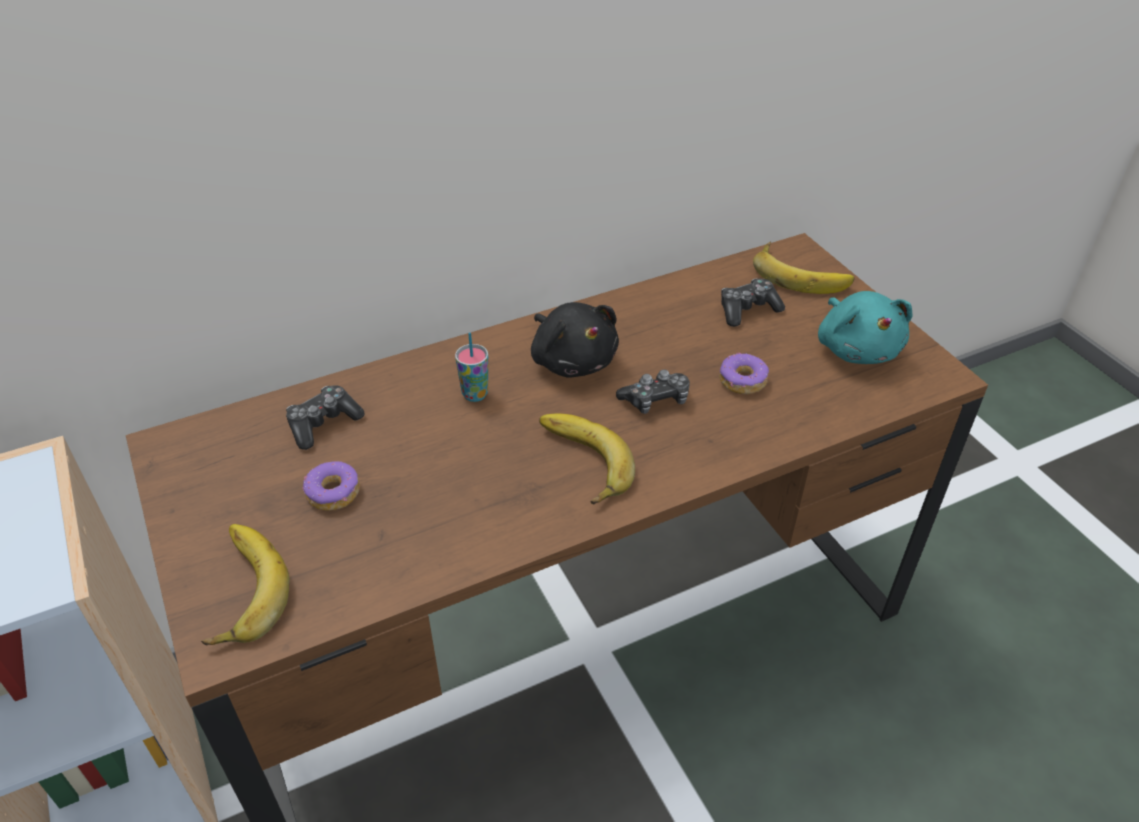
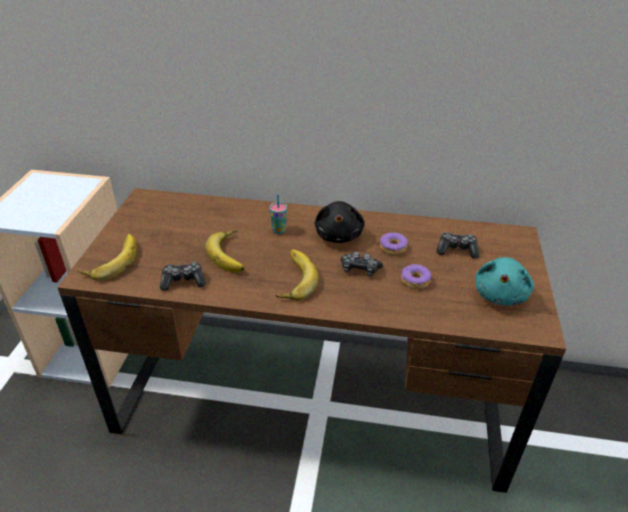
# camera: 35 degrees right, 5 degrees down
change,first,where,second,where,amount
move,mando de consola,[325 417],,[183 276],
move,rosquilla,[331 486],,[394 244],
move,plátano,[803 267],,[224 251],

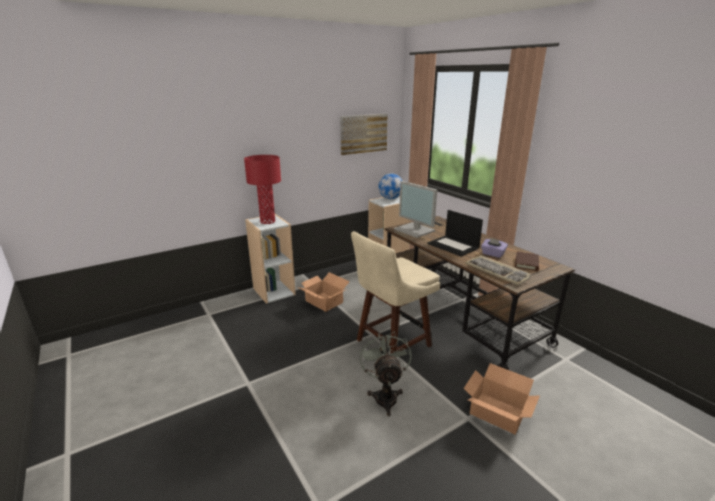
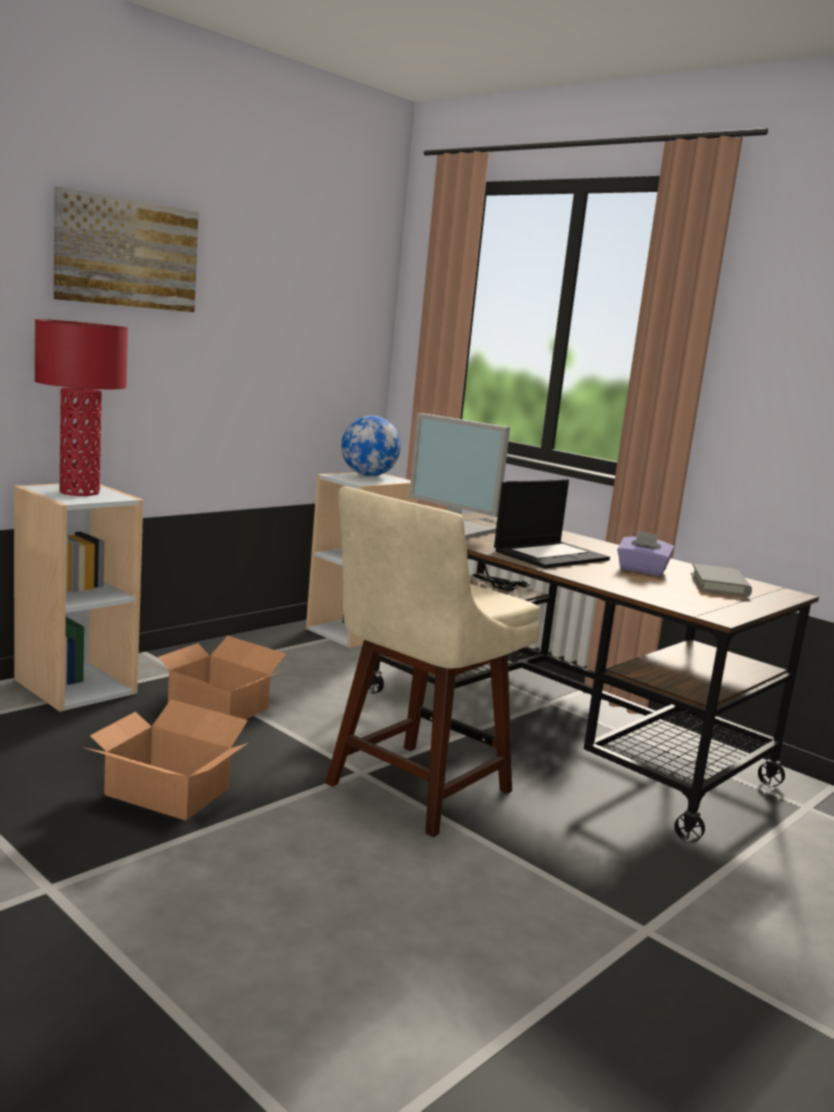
# camera: 15 degrees left, 10 degrees down
change,first,where,second,where,amount
move,cuadro,[364 134],,[126 249],
delete,ventilador [gris],[385 373],,,
rotate,portátil,[455 233],,[552 523],75 degrees counterclockwise
move,caja de cartón,[502 398],,[166 760],
delete,teclado,[498 270],,,
recolor,libro [marrón],[527 261],libro [gris],[721 580],

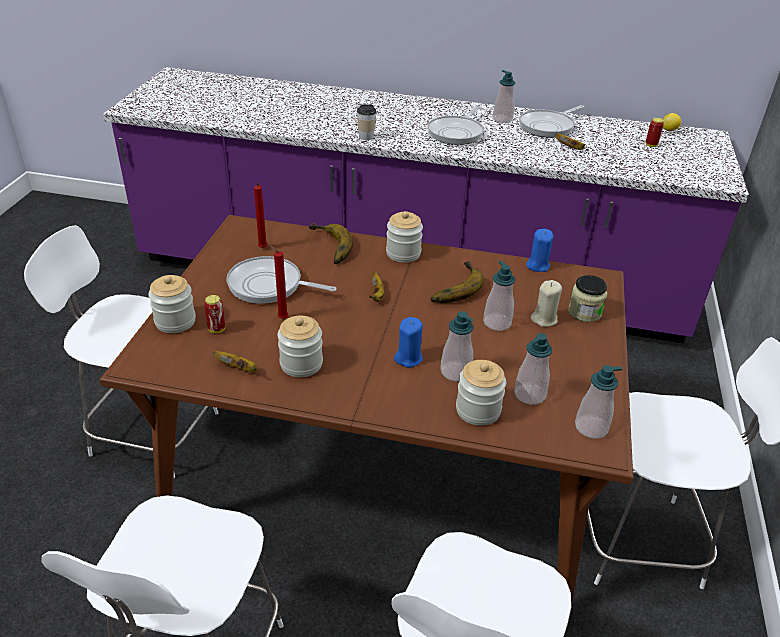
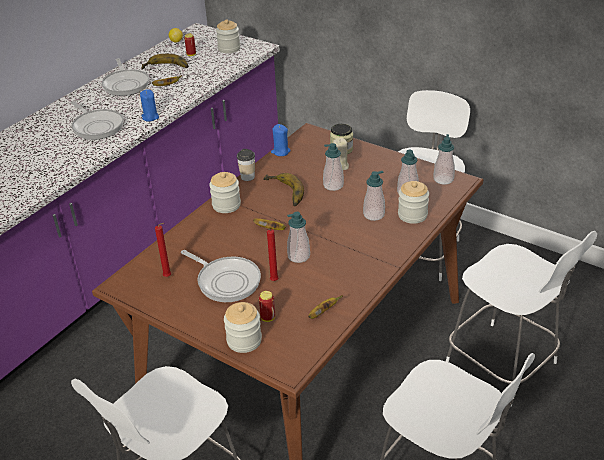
# camera: 65 degrees left, 0 degrees up
change,first,where,second,where,amount
rotate,sartén,[281 280],,[221 276],90 degrees counterclockwise
move,tarro,[300 346],,[228 36],
move,plátano,[331 243],,[164 61],
move,taza,[366 122],,[246 165],
move,vela [azul],[408 342],,[149 105],
move,dispensador de jabón,[504 96],,[298 237],

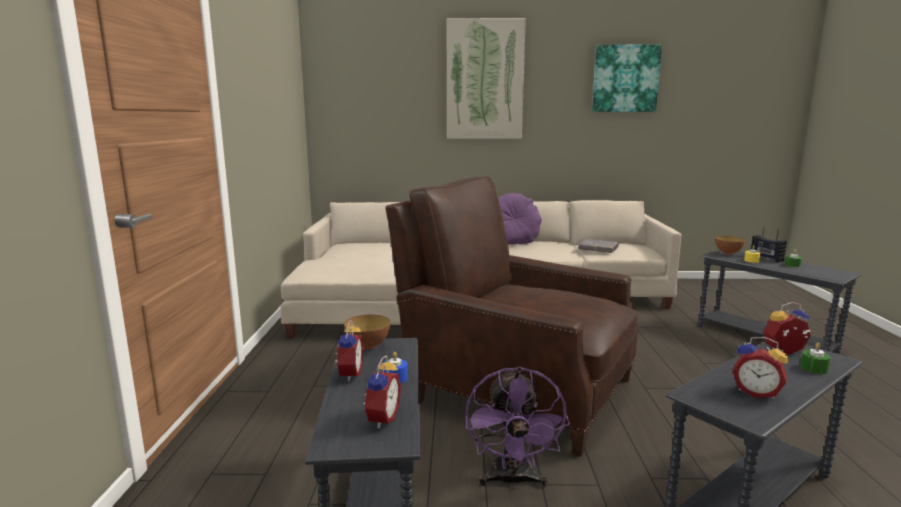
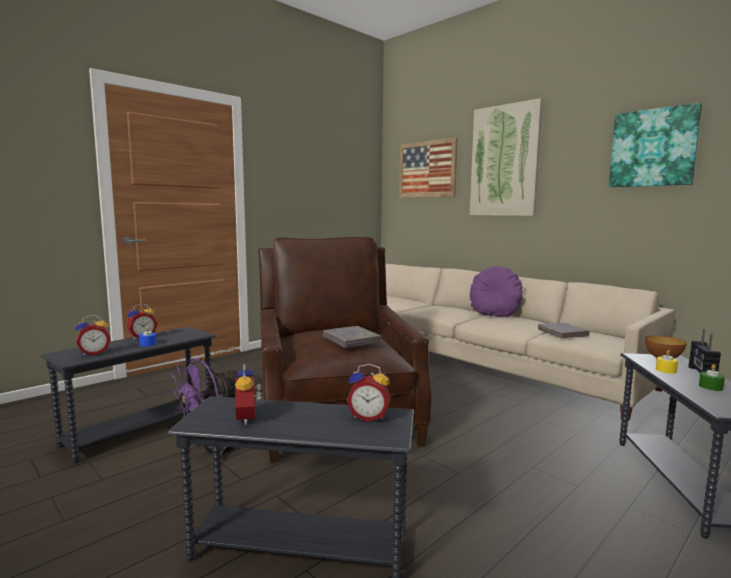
# camera: 45 degrees right, 5 degrees down
change,first,where,second,where,amount
delete,cuenco,[367 332],,,
rotate,despertador,[787 328],,[368 393],150 degrees clockwise
delete,vela [verde],[815 358],,,
insert,,,libro [gris],[352 337],
insert,,,cuadro,[428 167],

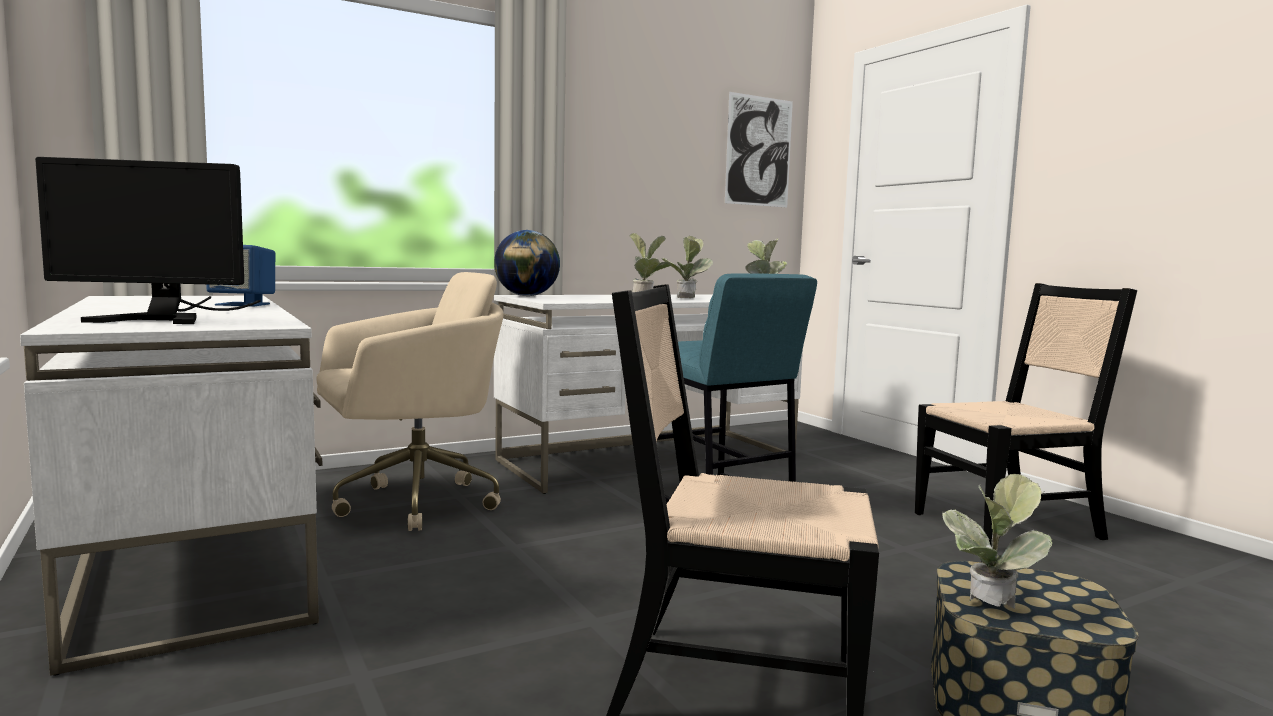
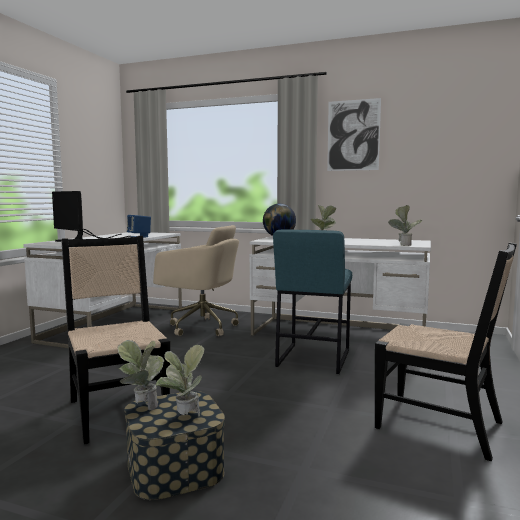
# camera: 50 degrees right, 0 degrees up
change,first,where,second,where,amount
move,planta en maceta,[687 267],,[180 381],
move,cuadro,[759 149],,[354 134],

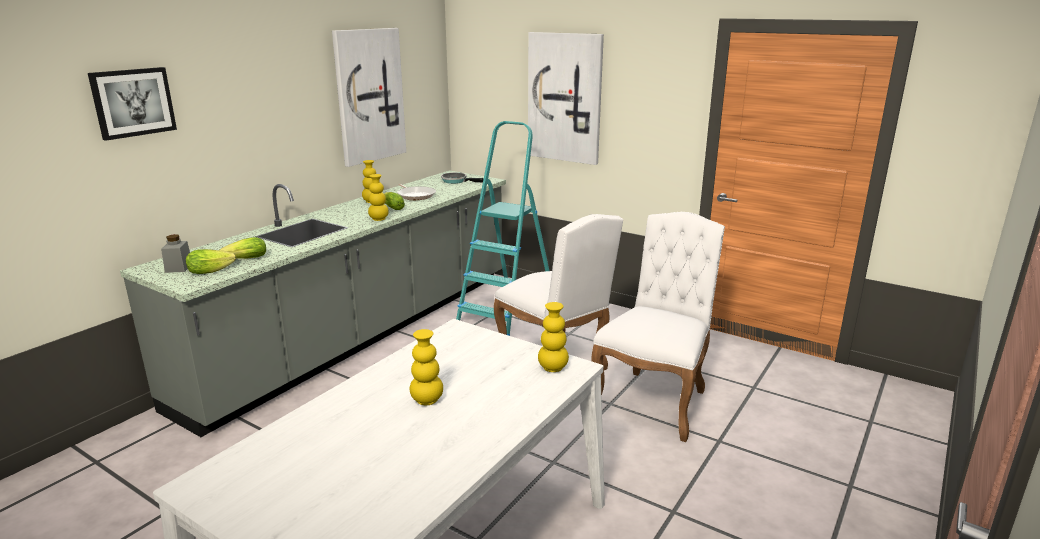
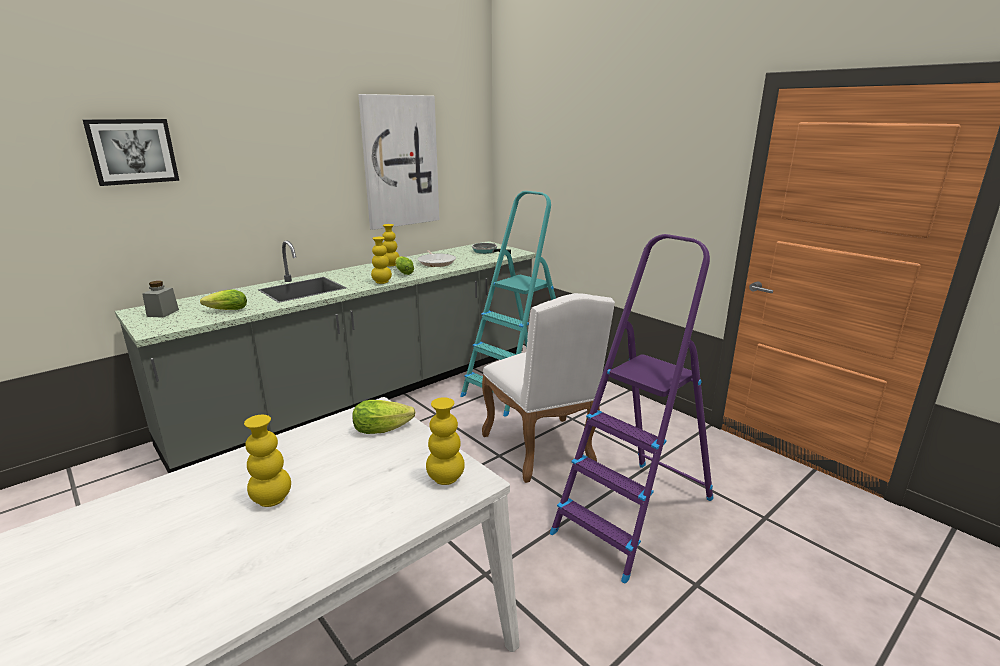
# camera: 15 degrees right, 0 degrees up
change,first,where,second,where,amount
move,lechuga,[211 261],,[383 417],
delete,cuadro,[566 98],,,
replace,silla [blanco],[658 327],escalera de tijera [morado],[631 408],

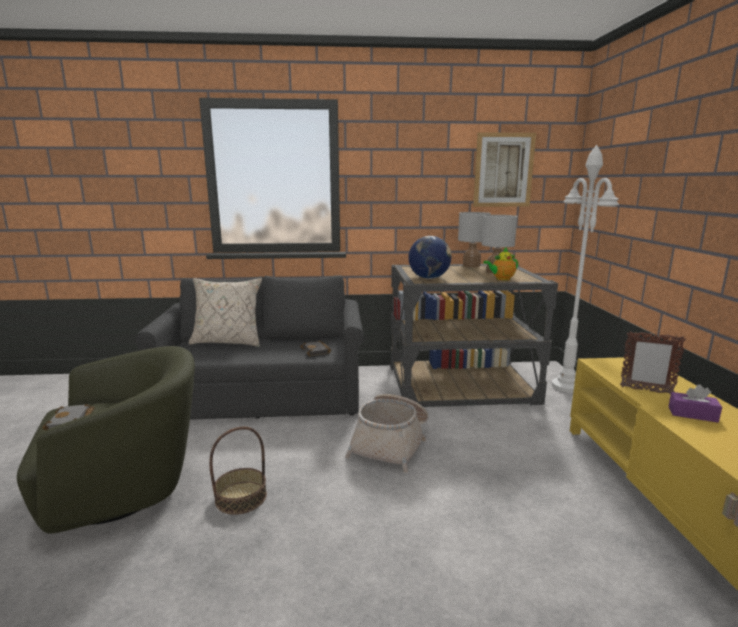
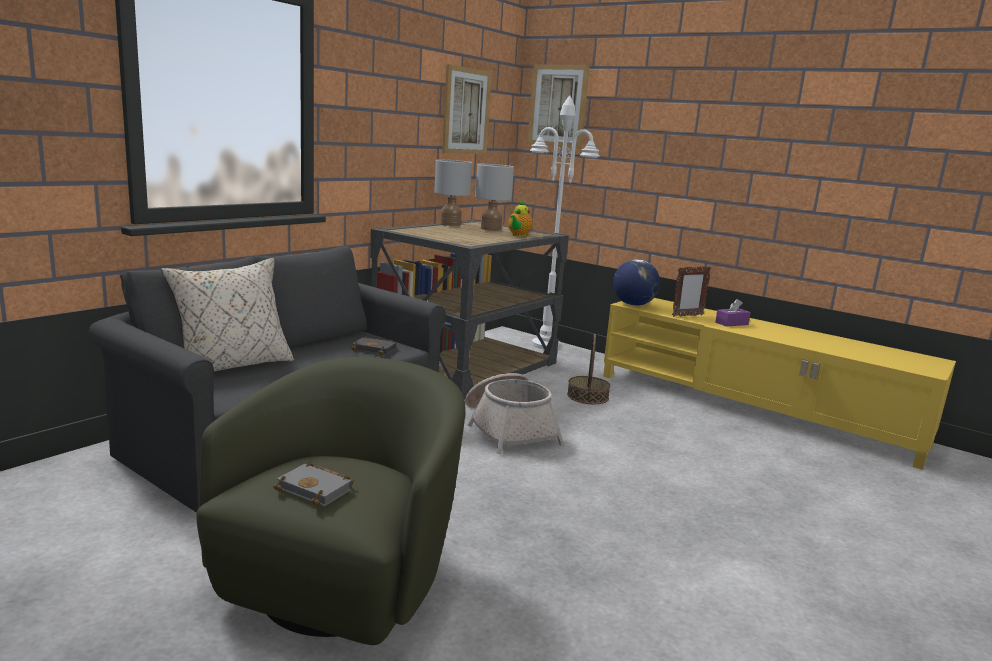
# camera: 50 degrees left, 0 degrees up
change,first,where,second,where,amount
move,cesta,[238 471],,[588 369],
move,globo terráqueo,[429 257],,[636 282],
insert,,,cuadro,[558 106],

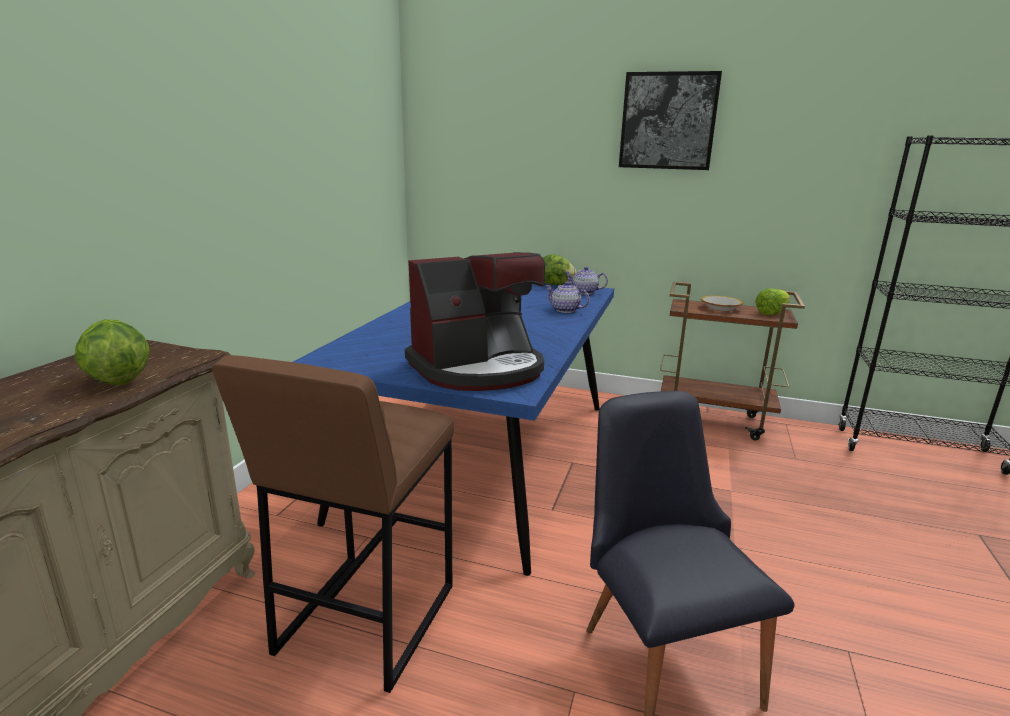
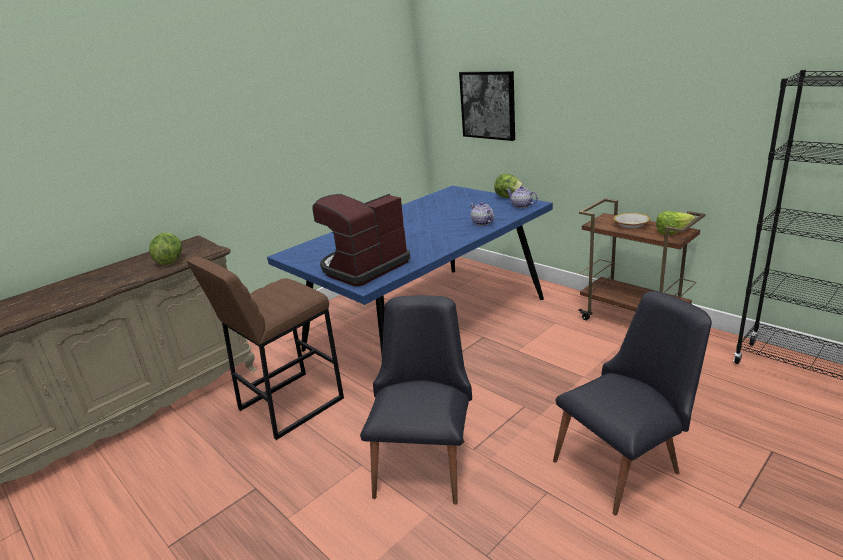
# camera: 30 degrees right, 5 degrees up
change,first,where,second,where,amount
rotate,cafetera,[475 321],,[361 240],135 degrees clockwise
move,cuadro,[670 120],,[487 106],
insert,,,silla [negro],[632 403],

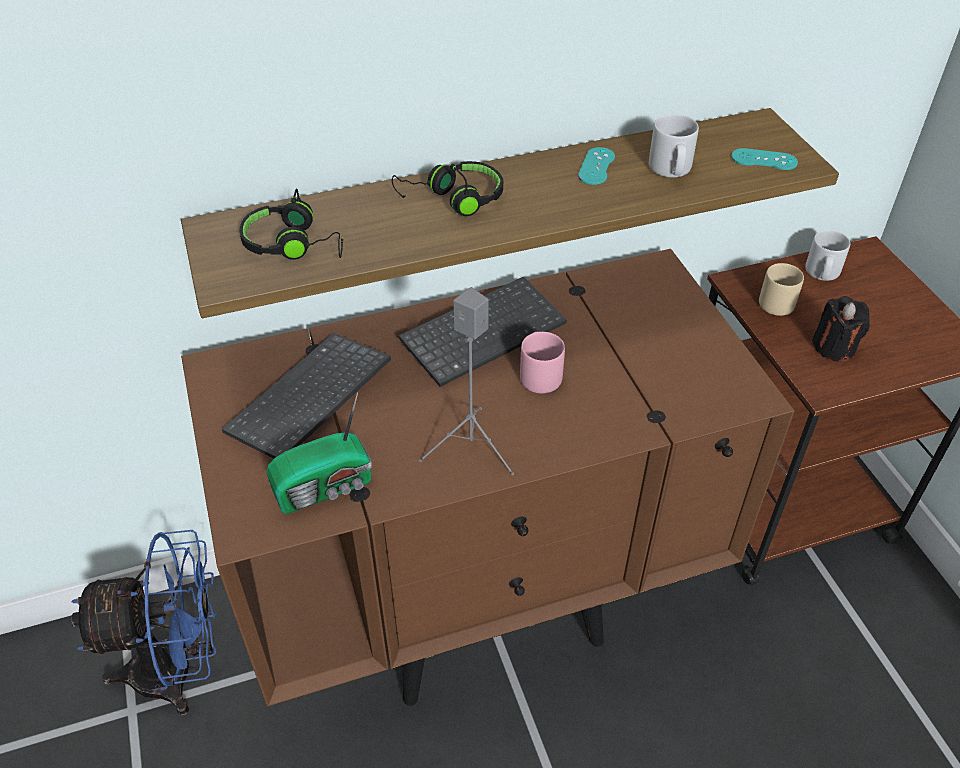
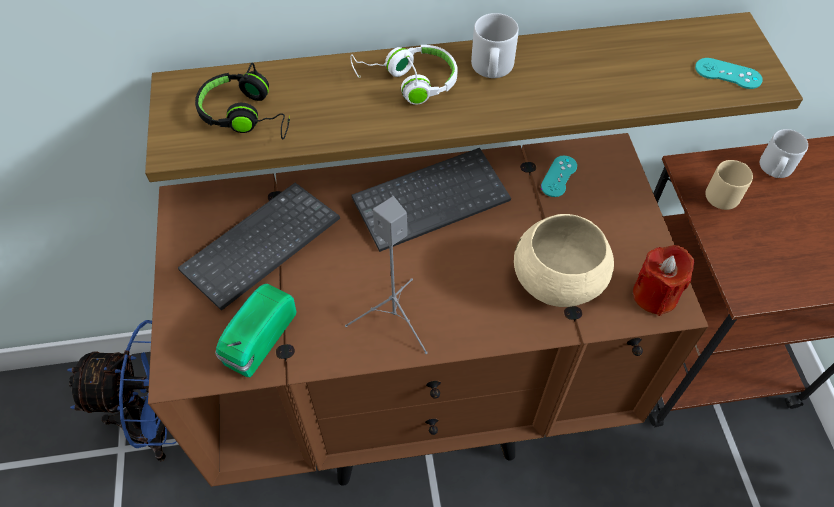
# camera: 10 degrees right, 10 degrees up
change,first,where,second,where,amount
rotate,radio,[319 453],,[256 330],135 degrees clockwise
recolor,auriculares [negro],[447 188],auriculares [blanco],[404 75],
delete,taza grande [rosa],[542 362],,,
move,mando de consola [turquesa],[596 166],,[559 176],
move,taza grande [gris],[674 146],,[495 45],
delete,vela [negro],[841 329],,,
insert,,,cuenco [beis],[564 260],
insert,,,vela [rojo],[664 280],

